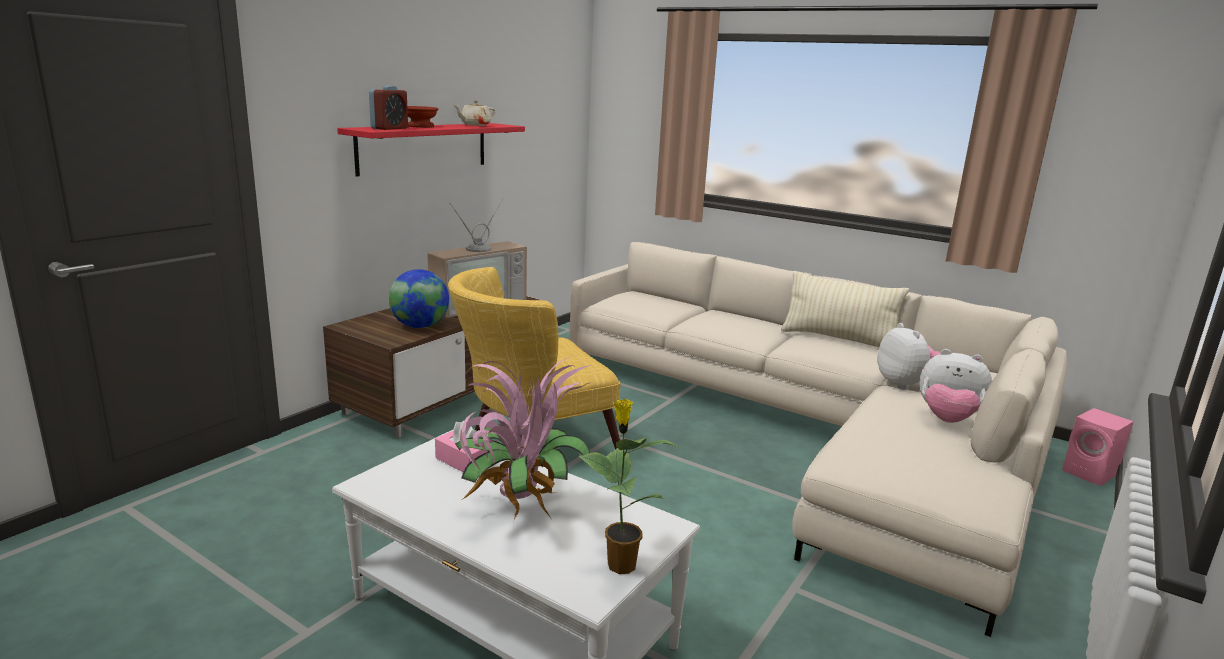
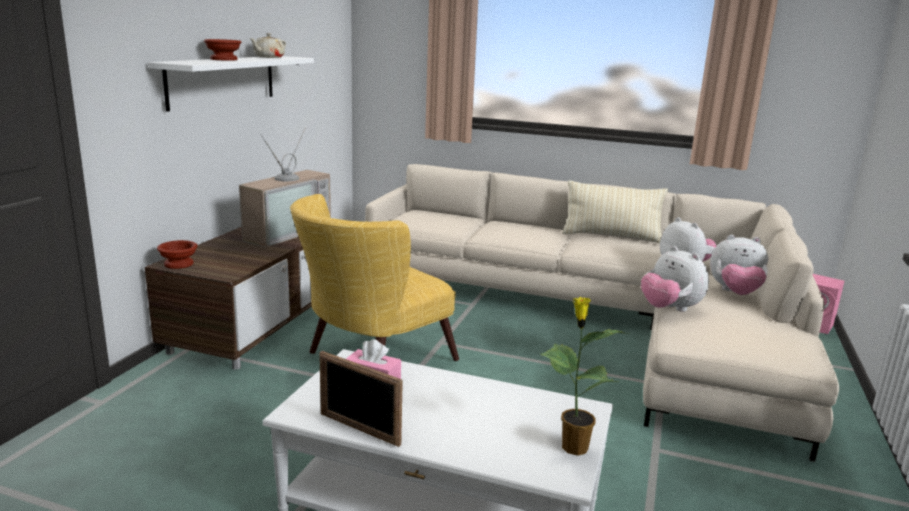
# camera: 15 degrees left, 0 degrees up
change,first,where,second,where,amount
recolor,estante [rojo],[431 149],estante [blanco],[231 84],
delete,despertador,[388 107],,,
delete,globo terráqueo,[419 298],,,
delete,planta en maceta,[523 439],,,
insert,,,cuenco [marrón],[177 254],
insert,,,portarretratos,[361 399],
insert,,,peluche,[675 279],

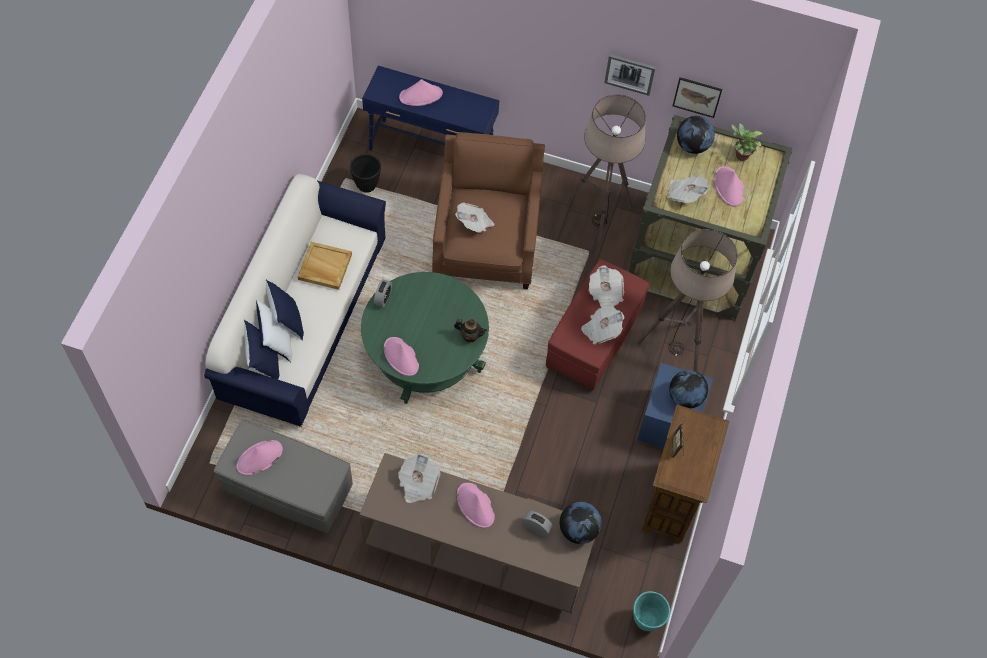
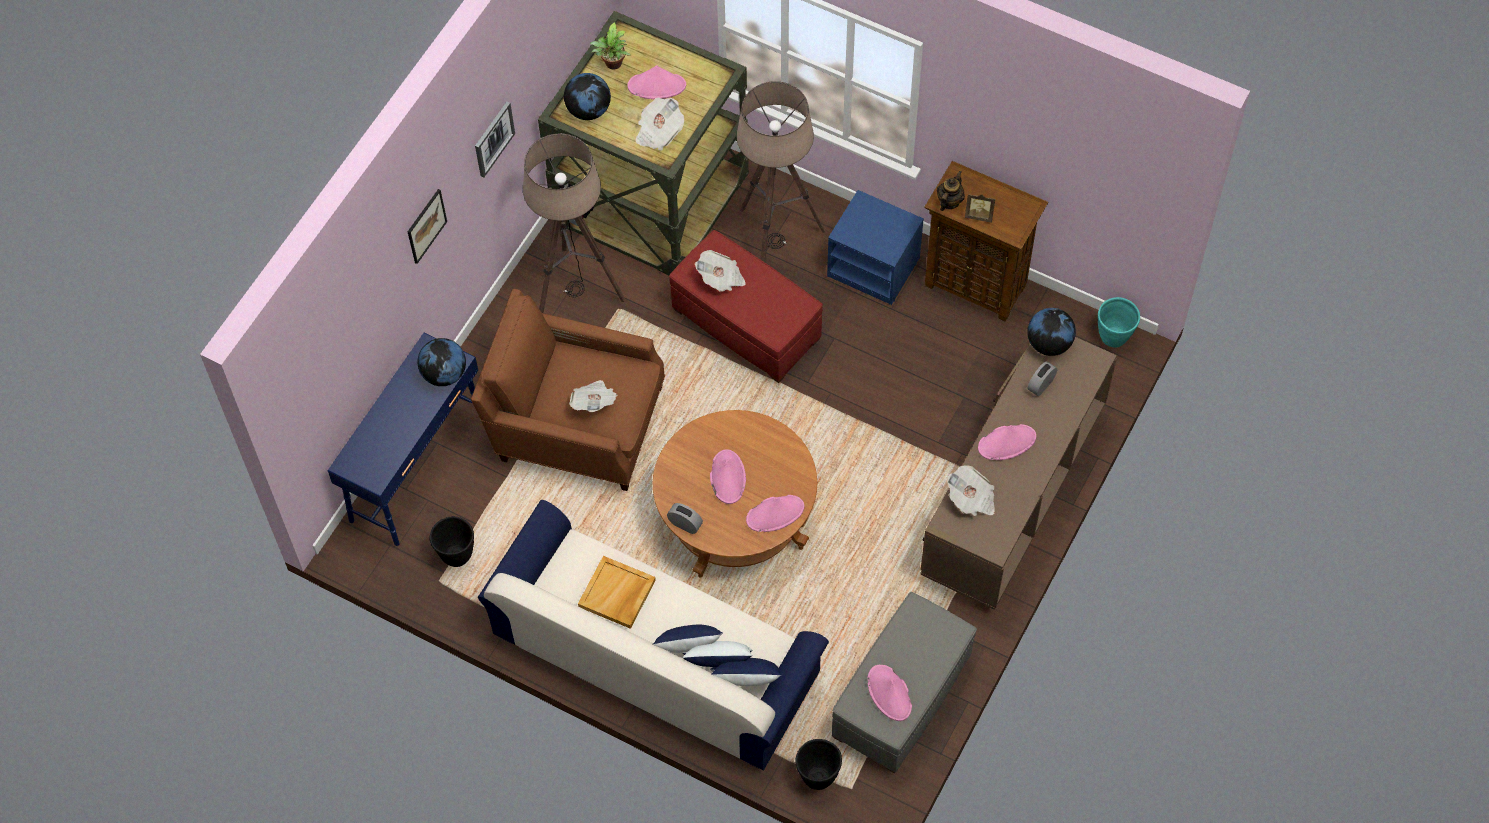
# camera: 75 degrees left, 0 degrees up
change,first,where,second,where,amount
recolor,mesa de centro [verde],[425 338],mesa de centro [marrón],[734 494],
move,sombrero [rosa],[421 92],,[728 476],
move,tetera,[470 330],,[951 191],
delete,periódico,[603 325],,,
move,globo terráqueo,[688 389],,[442 362],
move,cuadro,[697 97],,[427 226],
insert,,,maceta [negro],[818 764],

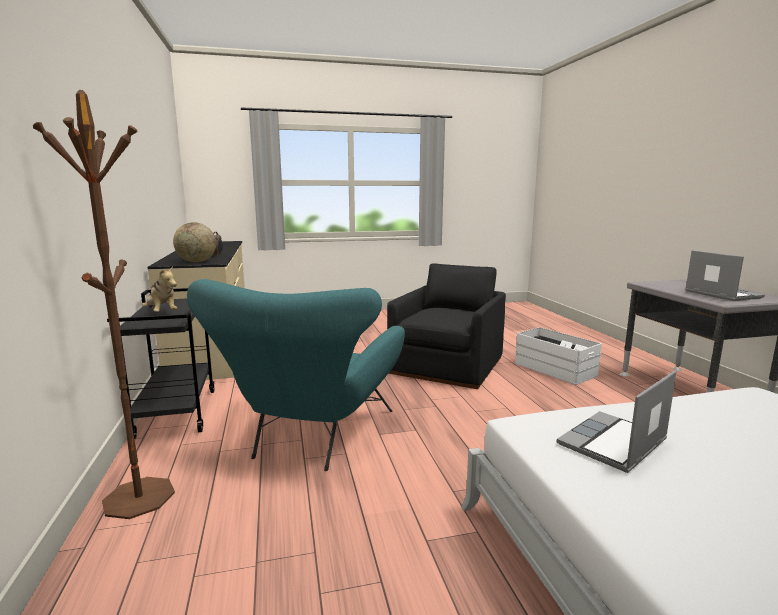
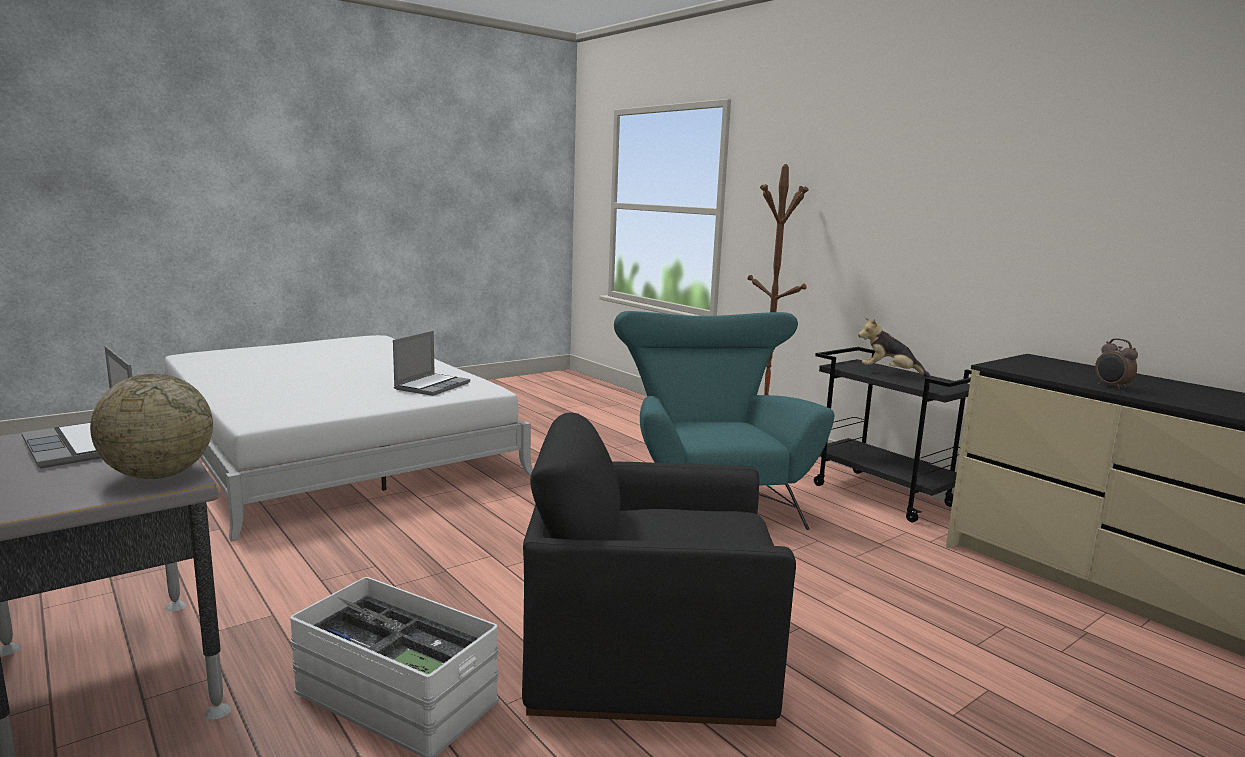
# camera: 155 degrees right, 0 degrees up
change,first,where,second,where,amount
move,globo terráqueo,[194 242],,[151 426],
rotate,sillón [negro],[446 326],,[659 570],90 degrees clockwise

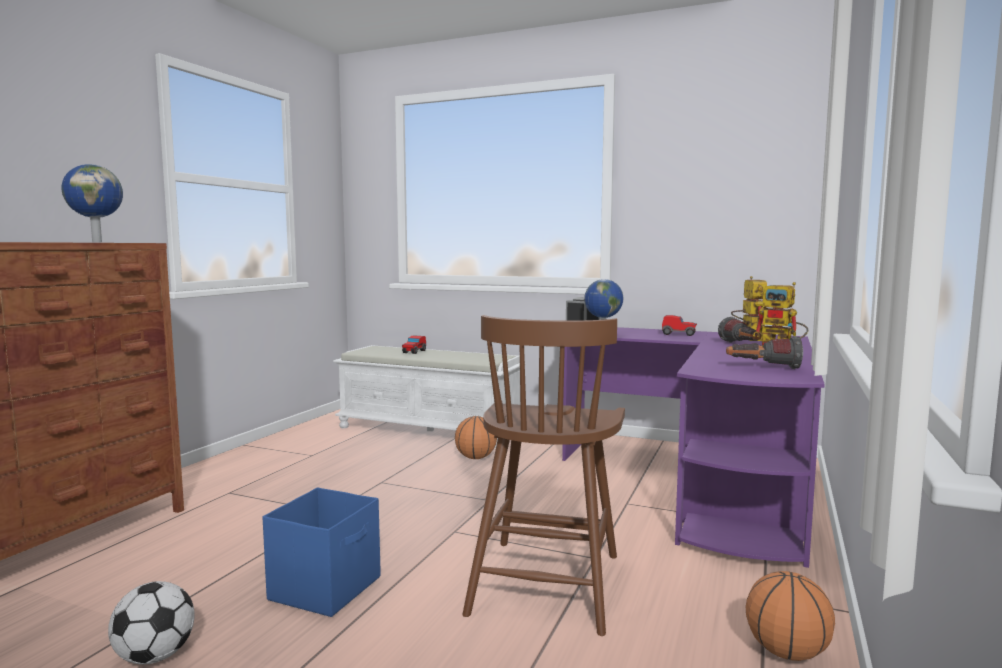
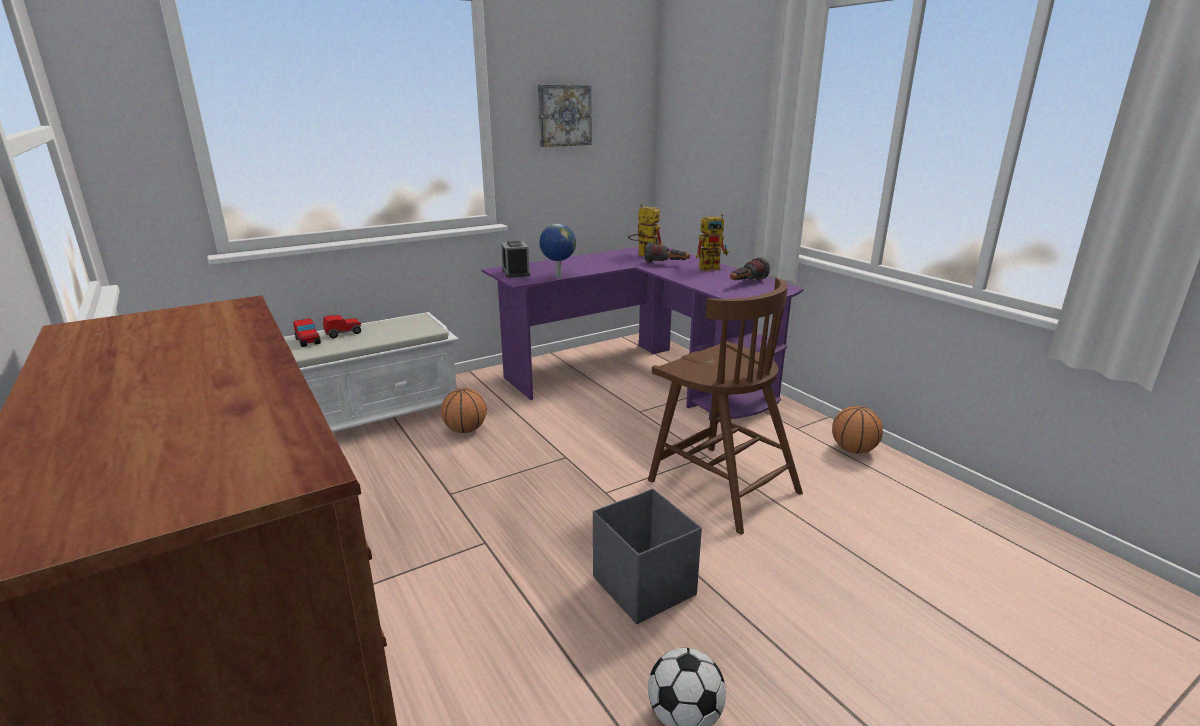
# camera: 55 degrees left, 15 degrees up
change,first,where,second,where,amount
delete,globo terráqueo,[92 203],,,
recolor,caja de almacenaje [azul],[322 552],caja de almacenaje [gris],[647 556],
move,coche de juguete,[679 325],,[342 326],
insert,,,cuadro,[565 116],

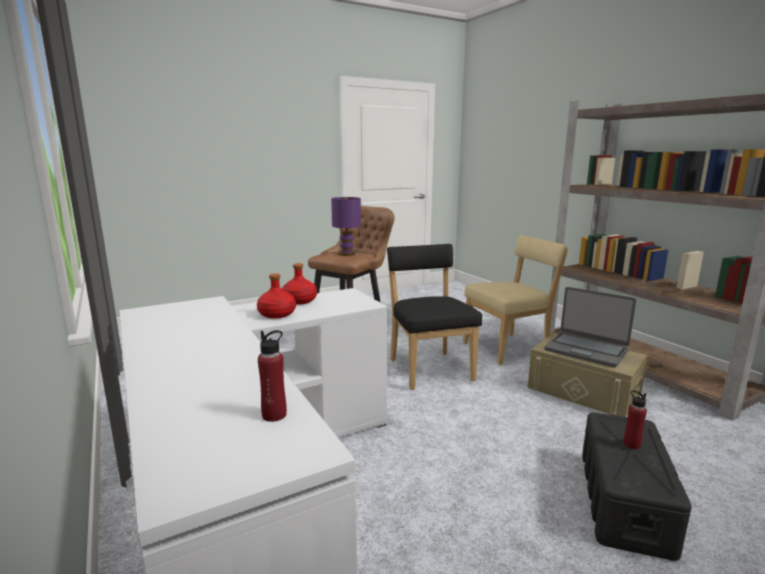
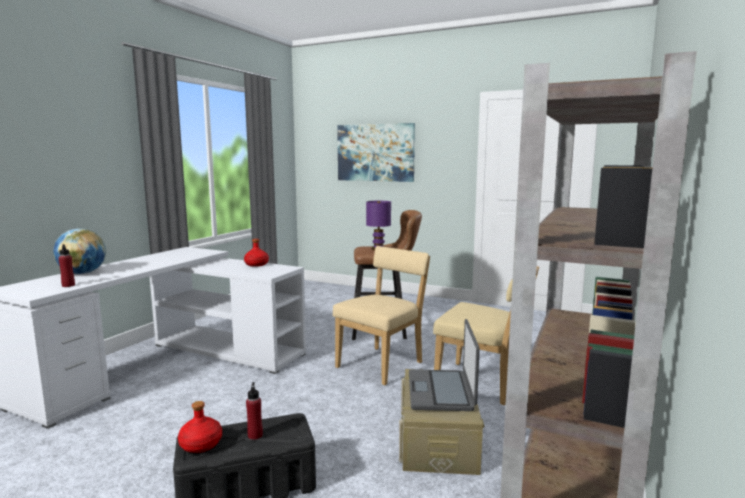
# camera: 55 degrees right, 5 degrees down
change,first,where,second,where,amount
move,botella [rojo],[276 295],,[200 427],
recolor,silla [negro],[434 317],silla [beis],[381 315],
insert,,,globo terráqueo,[79 251],
insert,,,cuadro,[376 152],

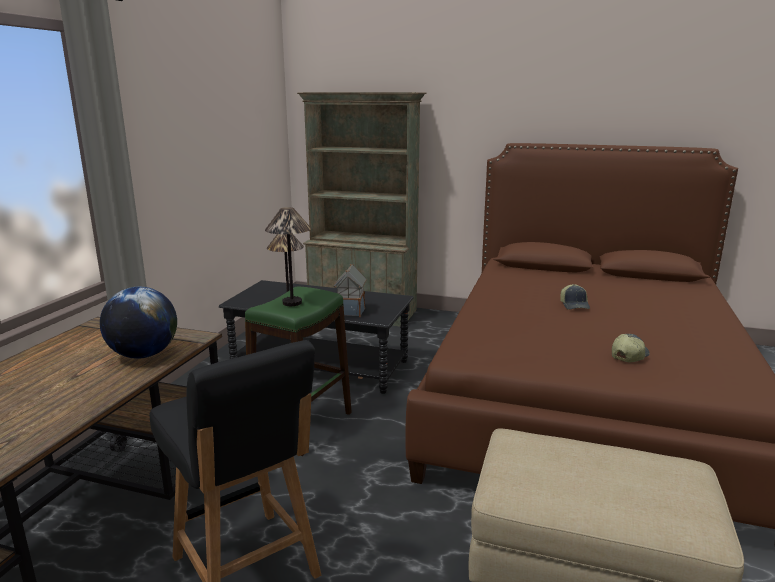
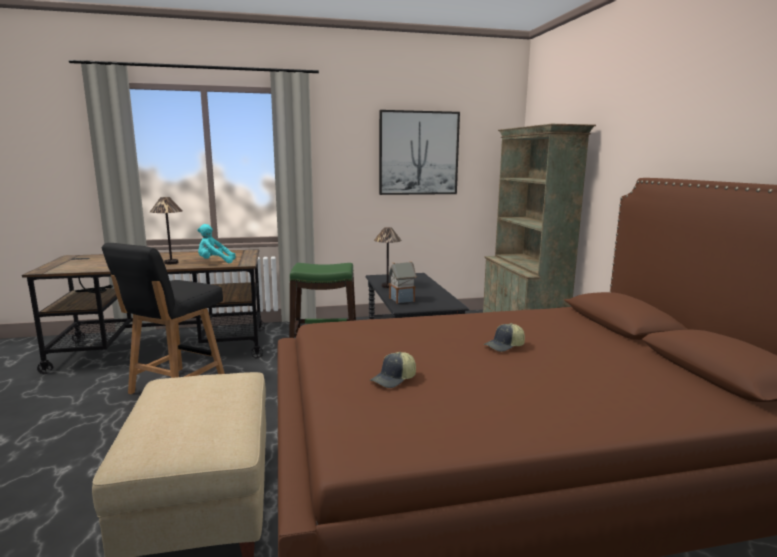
# camera: 60 degrees right, 5 degrees down
change,first,where,second,where,amount
replace,globo terráqueo,[138 323],peluche [turquesa],[216 243],
move,lámpara de mesa,[288 256],,[166 230],
rotate,gorra,[631 348],,[393 370],120 degrees clockwise
insert,,,cuadro,[419 152],

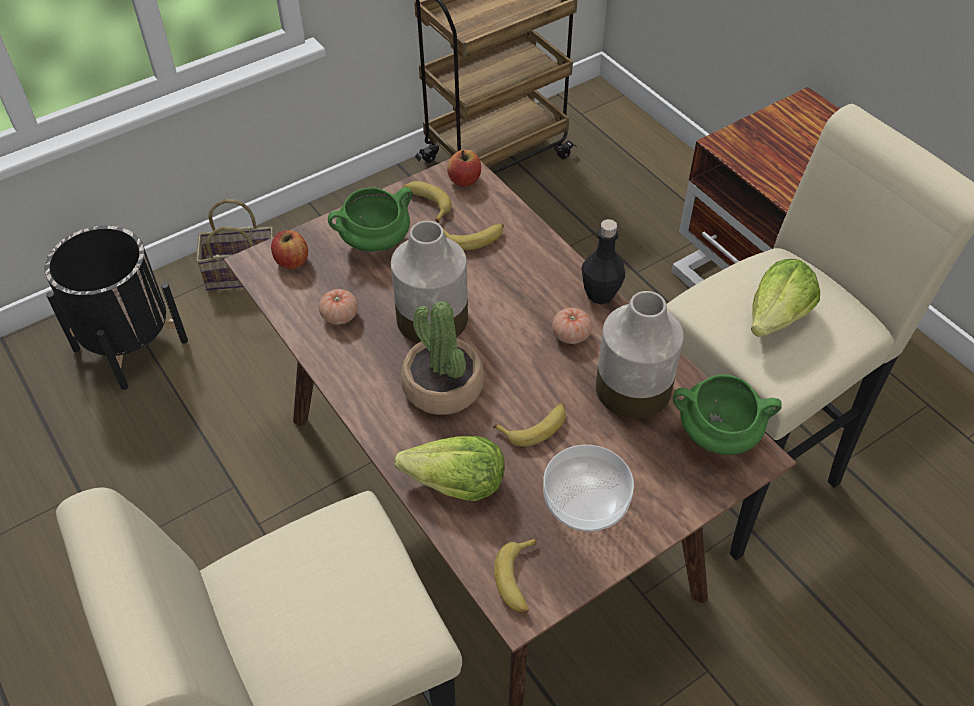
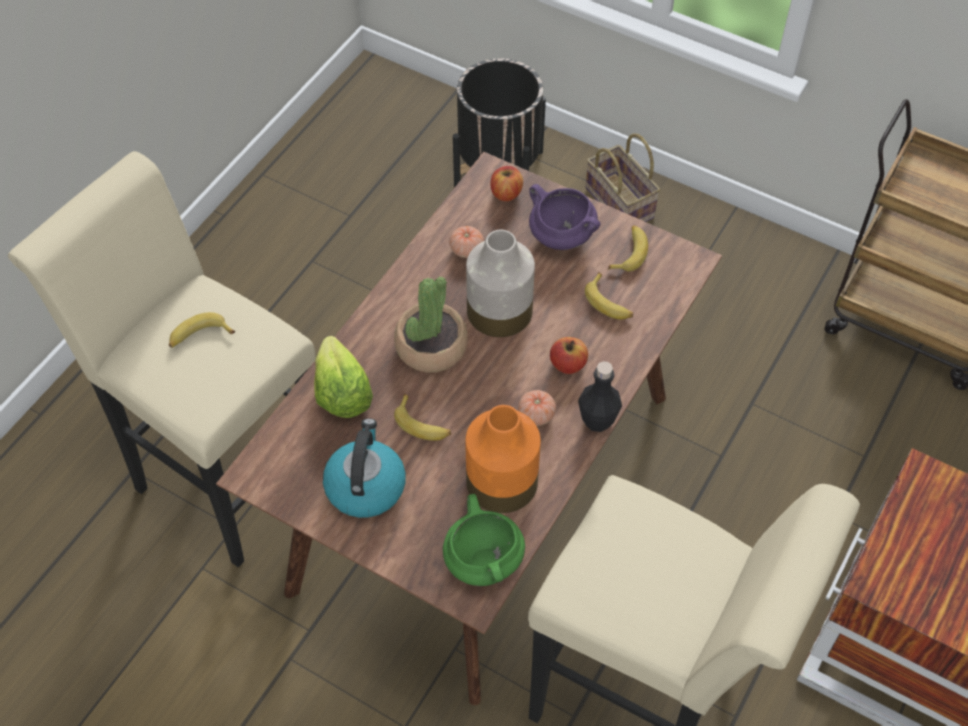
# camera: 65 degrees right, 5 degrees up
change,first,where,second,where,amount
recolor,olla [verde],[370 219],olla [morado],[564 217],
move,manzana,[464 168],,[569 355],
move,plátano,[515 575],,[202 330],
replace,cuenco,[588 488],hervidor,[364 468],
recolor,florero [beis],[640 355],florero [naranja],[503 459],
delete,lechuga,[785 298],,,

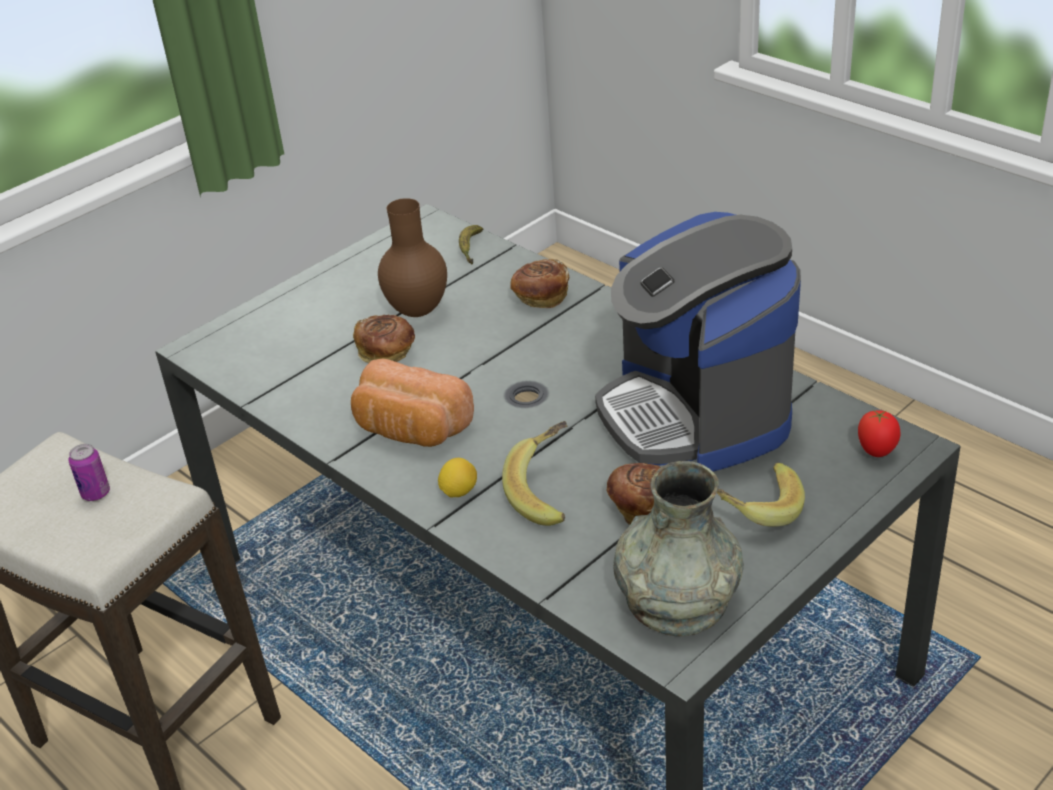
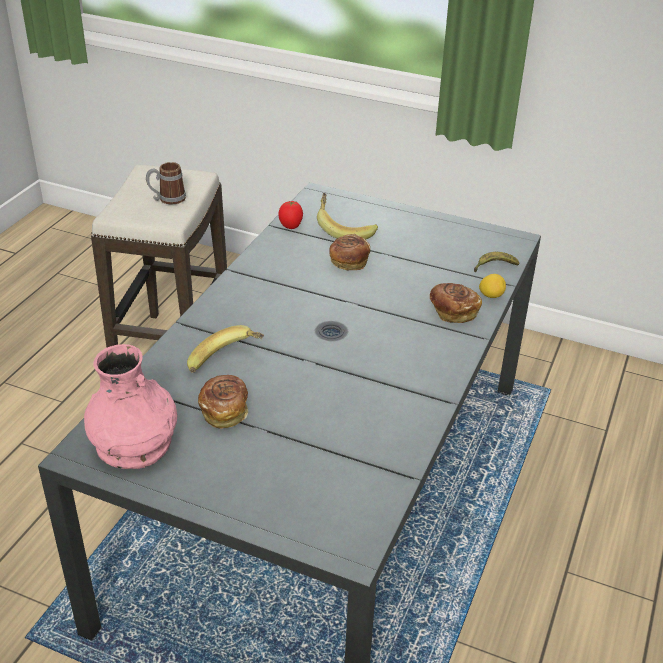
# camera: 65 degrees right, 0 degrees up
change,first,where,second,where,amount
replace,lata,[89 472],taza grande,[166 183],
delete,pan,[412 403],,,
delete,florero [marrón],[412 257],,,
move,limón,[457 477],,[492 286],
delete,cafetera,[698 342],,,
recolor,florero [gris],[678 548],florero [rosa],[130 406],
move,plátano,[761 495],,[347 216],
move,tomate,[879 433],,[290 215],

